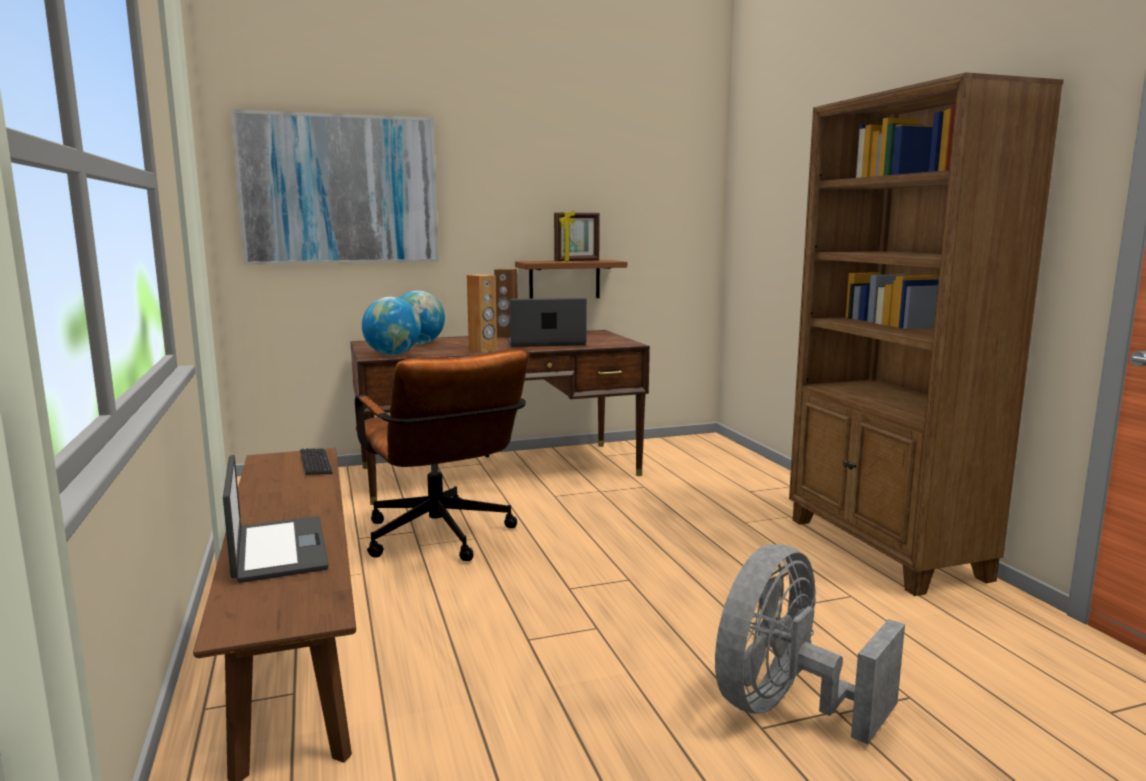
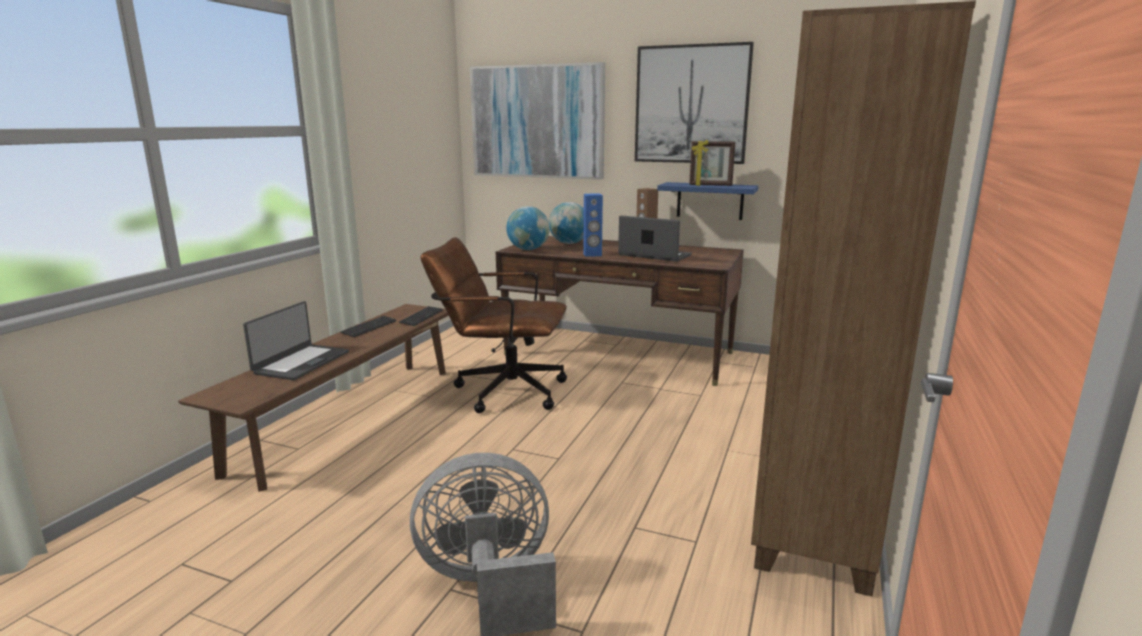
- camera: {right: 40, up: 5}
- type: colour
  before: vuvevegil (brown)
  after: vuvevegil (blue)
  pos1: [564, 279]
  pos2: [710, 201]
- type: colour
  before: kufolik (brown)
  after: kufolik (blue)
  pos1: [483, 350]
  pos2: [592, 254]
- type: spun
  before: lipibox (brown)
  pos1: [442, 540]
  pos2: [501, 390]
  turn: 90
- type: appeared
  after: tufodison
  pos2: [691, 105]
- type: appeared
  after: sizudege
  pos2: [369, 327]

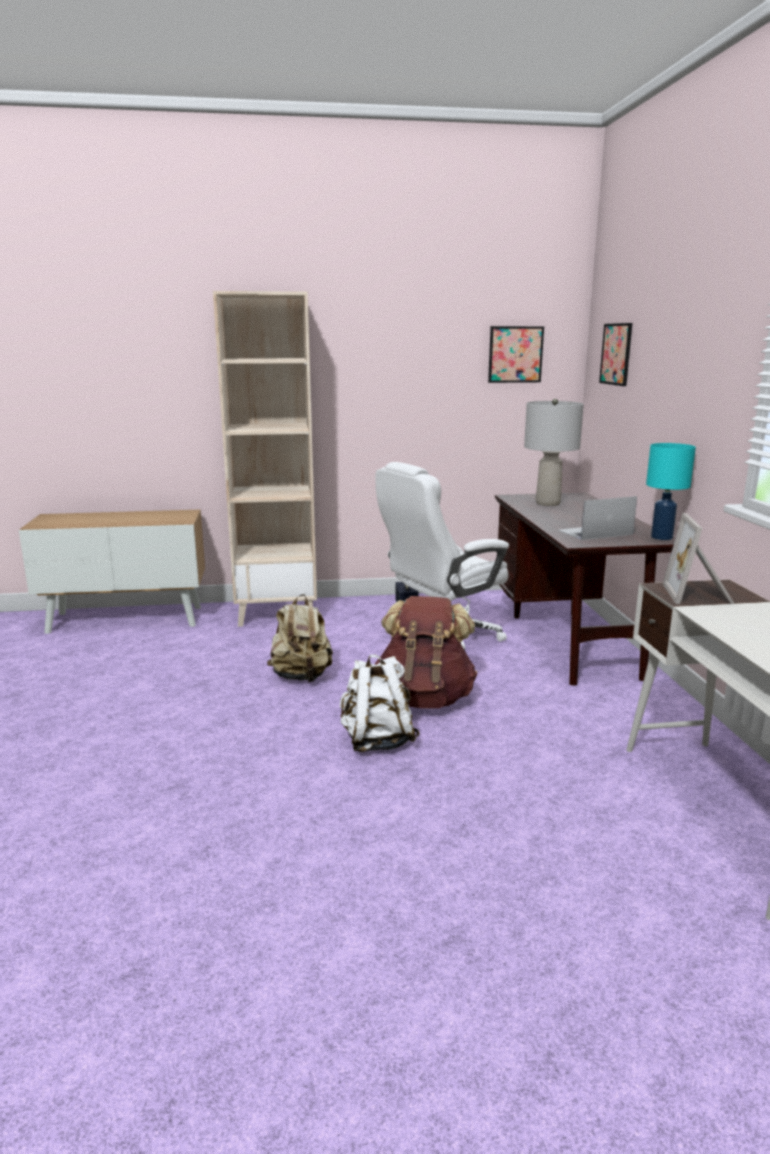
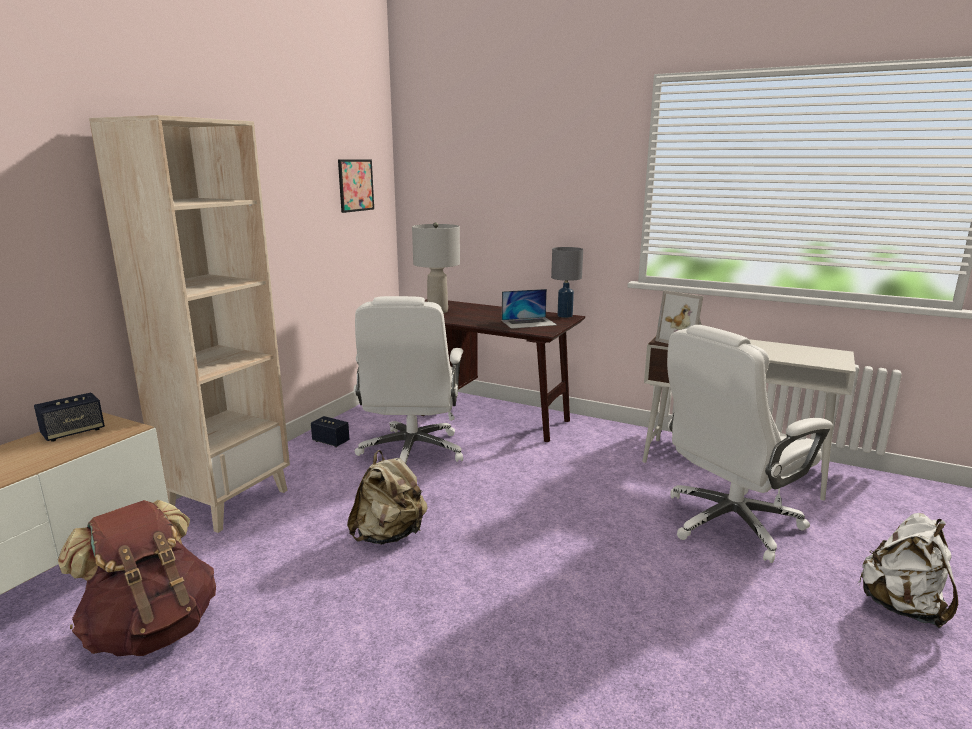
- camera: {right: -55, up: 0}
- type: missing
  before: tufodison
  pos1: [616, 354]
- type: colour
  before: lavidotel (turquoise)
  after: lavidotel (grey)
  pos1: [661, 537]
  pos2: [565, 316]
- type: spun
  before: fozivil
  pos1: [594, 532]
  pos2: [529, 322]
  turn: -120
- type: relocated
  before: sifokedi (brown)
  pos1: [424, 698]
  pos2: [152, 629]
- type: relocated
  before: sifokedi (white)
  pos1: [377, 741]
  pos2: [902, 607]
- type: appeared
  after: lipibox (white)
  pos2: [729, 523]
- type: appeared
  after: kufolik
  pos2: [73, 432]

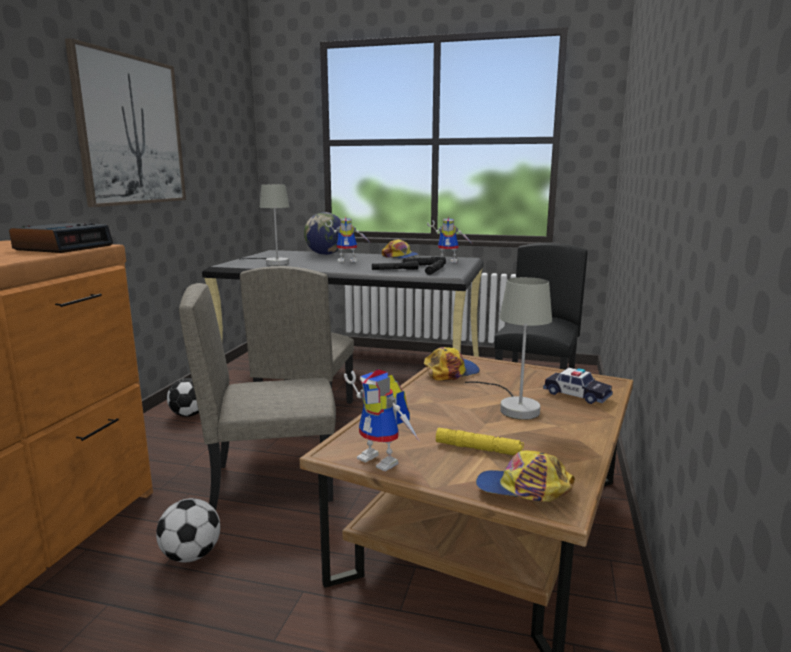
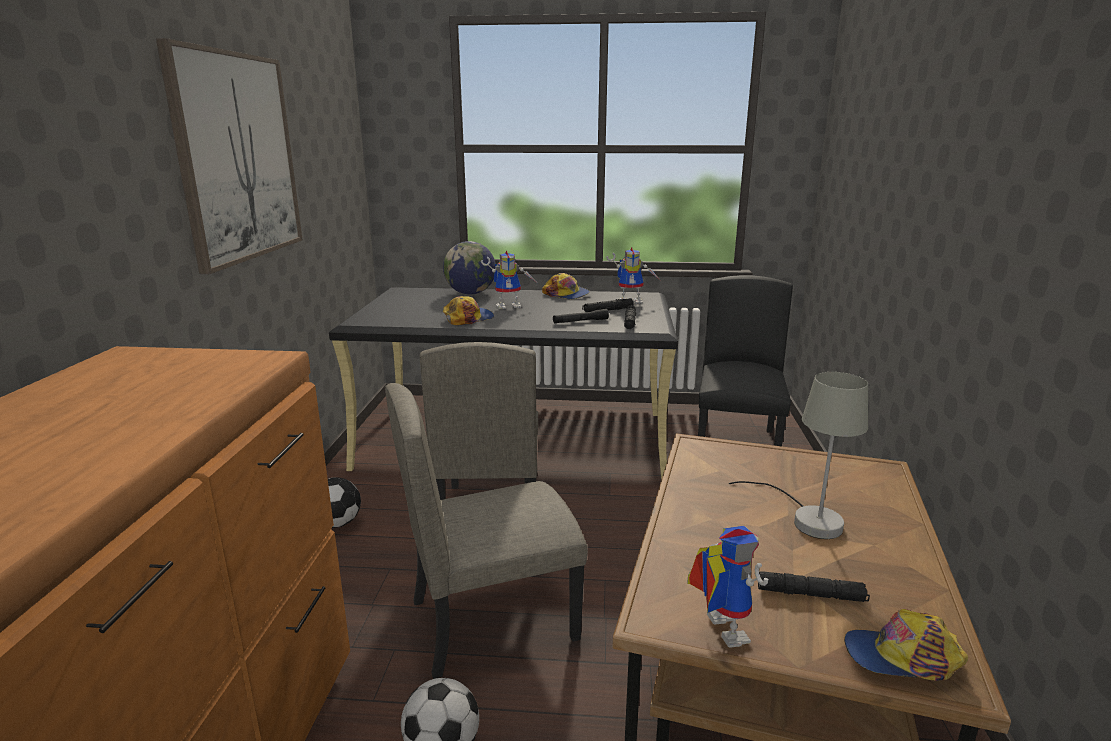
- camera: {right: -10, up: 5}
- type: missing
  before: lavidotel (grey)
  pos1: [273, 263]
- type: missing
  before: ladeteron
  pos1: [64, 247]
- type: relocated
  before: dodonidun
  pos1: [451, 372]
  pos2: [468, 318]
- type: missing
  before: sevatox
  pos1: [577, 394]
- type: spun
  before: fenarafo
  pos1: [384, 460]
  pos2: [717, 627]
  turn: -135
- type: colour
  before: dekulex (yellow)
  after: dekulex (black)
  pos1: [478, 449]
  pos2: [811, 594]

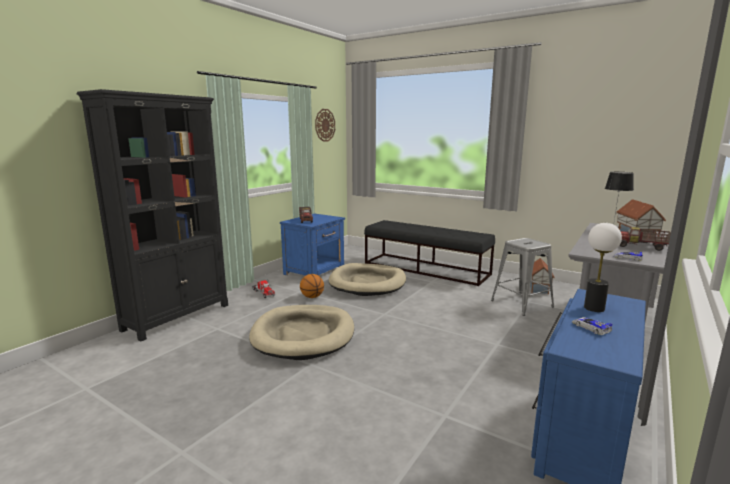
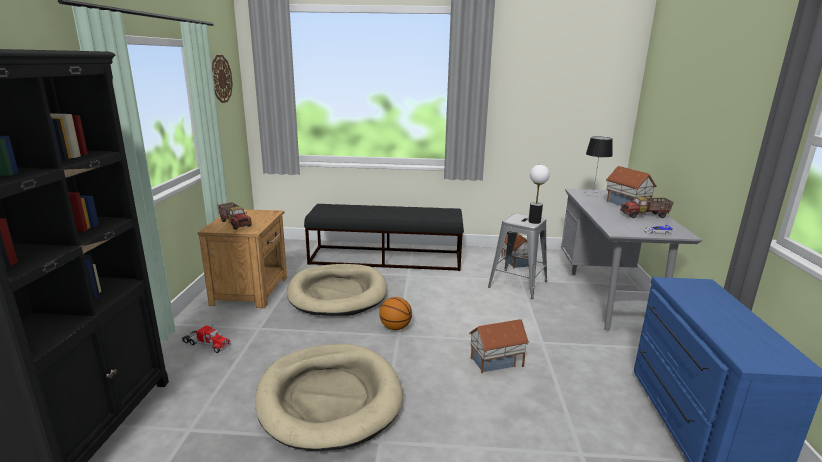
- camera: {right: -30, up: 5}
- type: colour
  before: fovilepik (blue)
  after: fovilepik (brown)
  pos1: [315, 271]
  pos2: [251, 290]
- type: relocated
  before: lavidotel
  pos1: [594, 308]
  pos2: [534, 221]
- type: relocated
  before: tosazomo
  pos1: [312, 297]
  pos2: [395, 327]
- type: missing
  before: sevatox
  pos1: [590, 328]
- type: appeared
  after: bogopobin
  pos2: [497, 363]

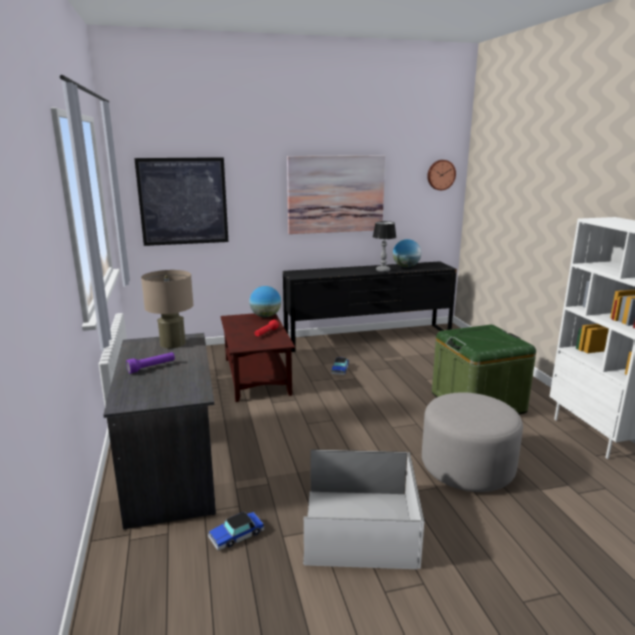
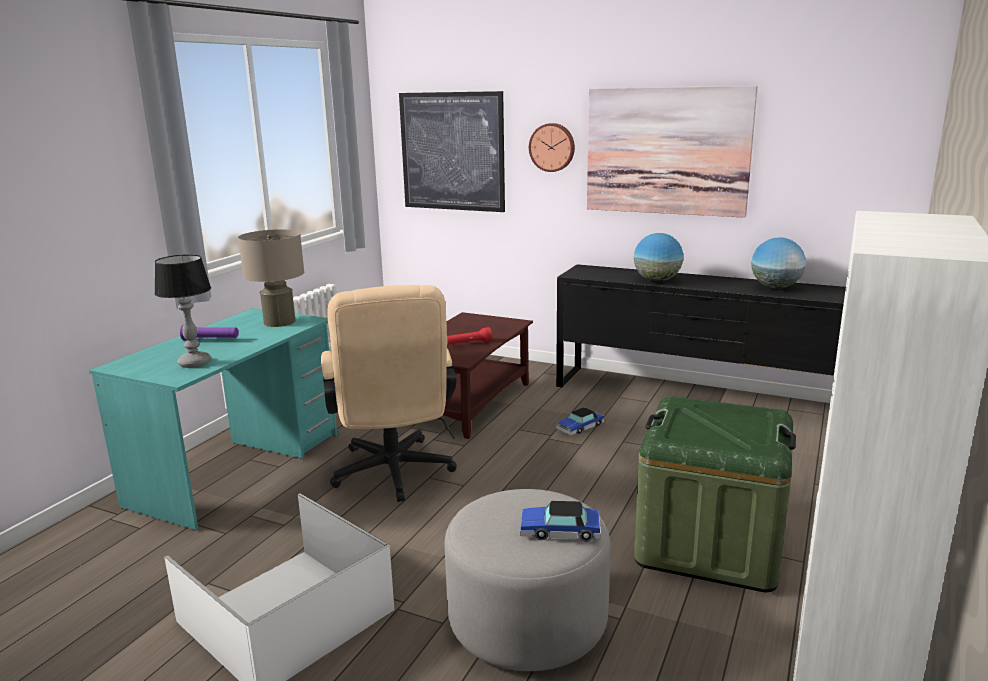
- camera: {right: 40, up: 0}
- type: relocated
  before: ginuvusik
  pos1: [440, 175]
  pos2: [552, 147]
- type: relocated
  before: lavidotel
  pos1: [383, 270]
  pos2: [194, 363]
- type: relocated
  before: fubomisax
  pos1: [265, 316]
  pos2: [657, 281]
- type: colour
  before: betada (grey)
  after: betada (turquoise)
  pos1: [171, 467]
  pos2: [238, 468]
- type: relocated
  before: sevatox
  pos1: [236, 535]
  pos2: [560, 531]
- type: appeared
  after: lipibox (beige)
  pos2: [393, 476]

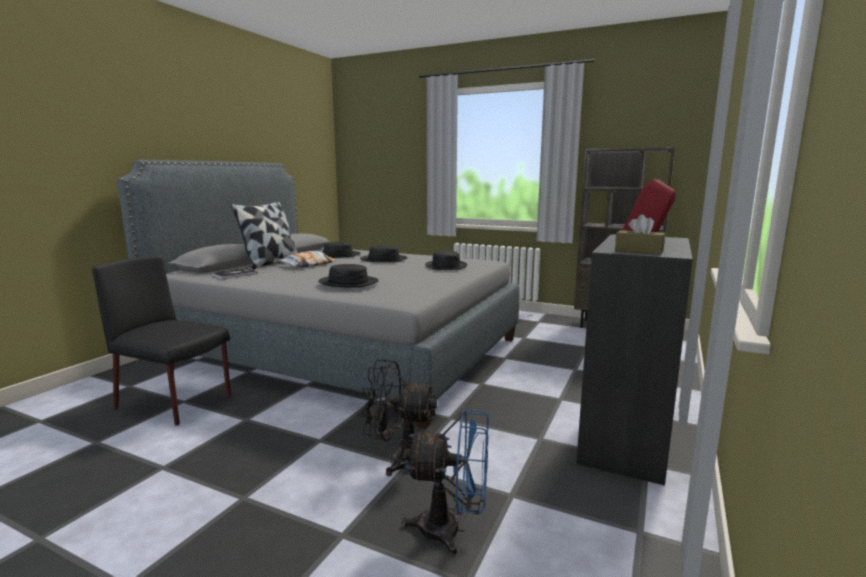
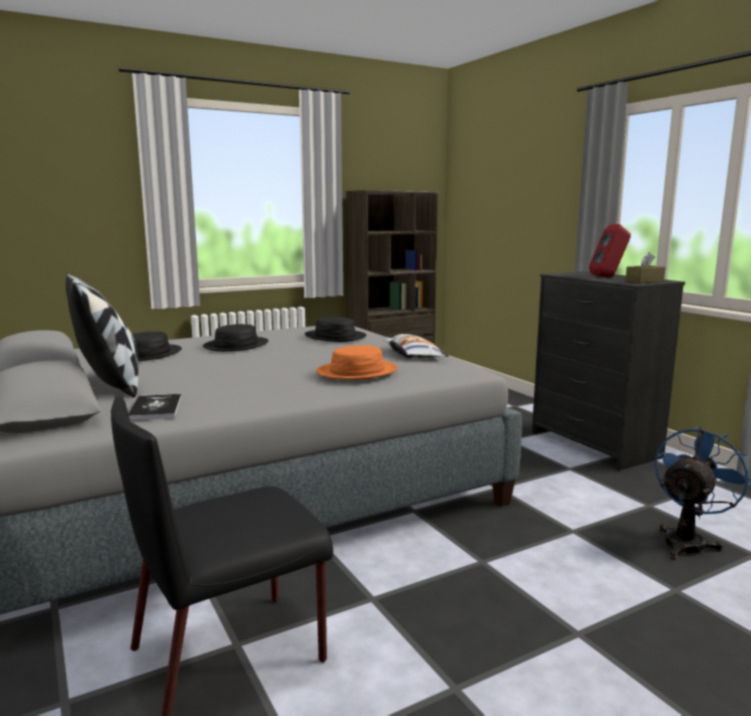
- camera: {right: -55, up: 0}
- type: relocated
  before: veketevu
  pos1: [308, 265]
  pos2: [413, 354]
- type: colour
  before: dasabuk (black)
  after: dasabuk (orange)
  pos1: [348, 282]
  pos2: [357, 372]
- type: missing
  before: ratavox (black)
  pos1: [399, 460]

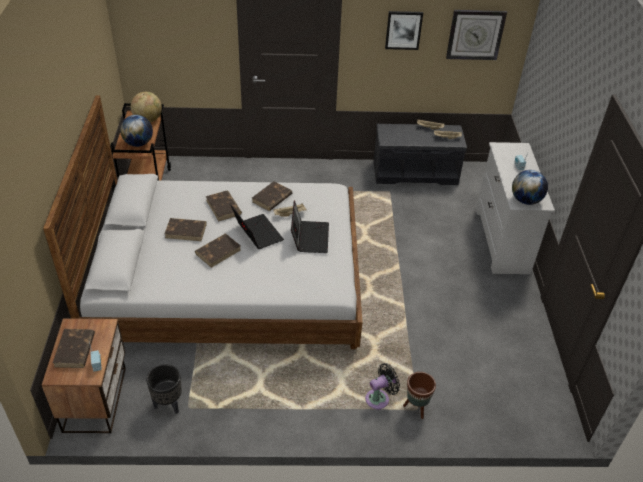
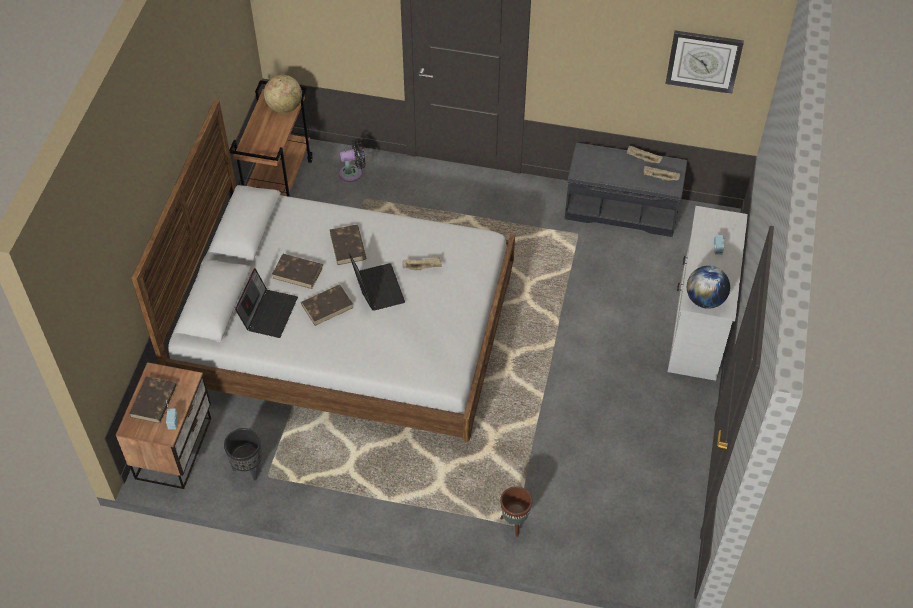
- camera: {right: 15, up: 10}
- type: missing
  before: tufodison
  pos1: [403, 30]
- type: missing
  before: fubomisax
  pos1: [138, 143]
- type: missing
  before: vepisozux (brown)
  pos1: [271, 198]
- type: relocated
  before: fozivil
  pos1: [309, 237]
  pos2: [268, 312]
- type: relocated
  before: ratavox (black)
  pos1: [379, 398]
  pos2: [353, 173]

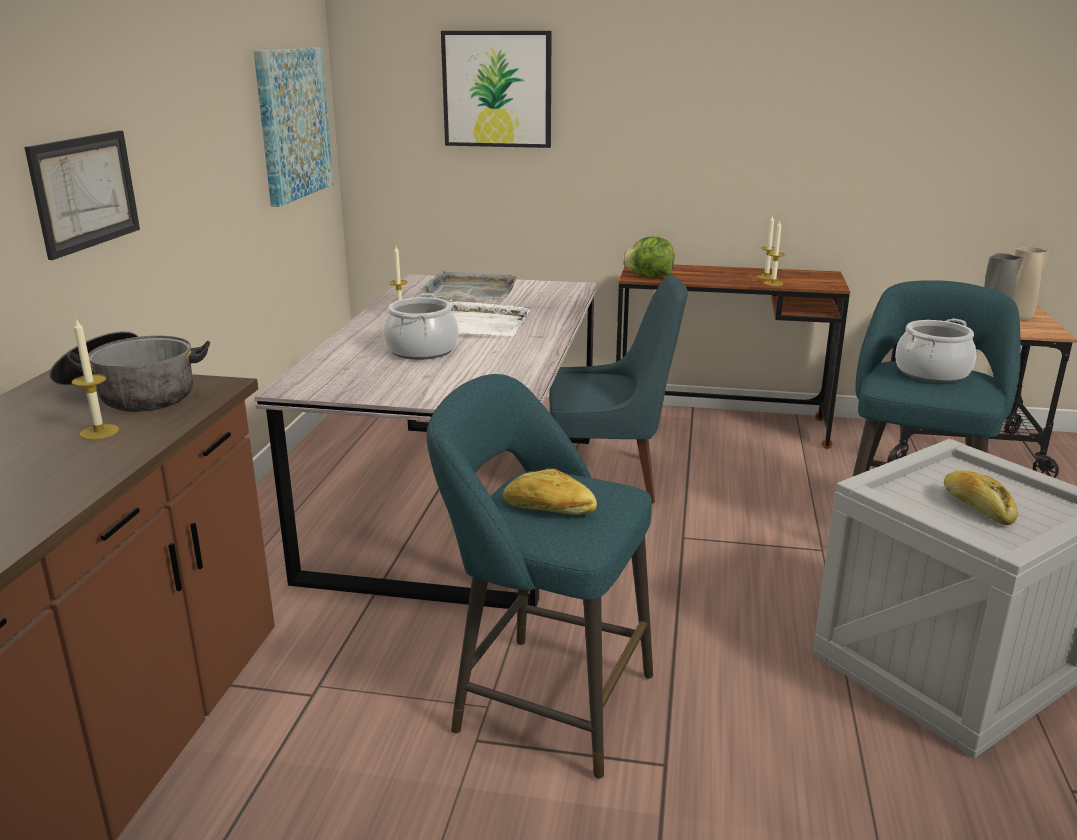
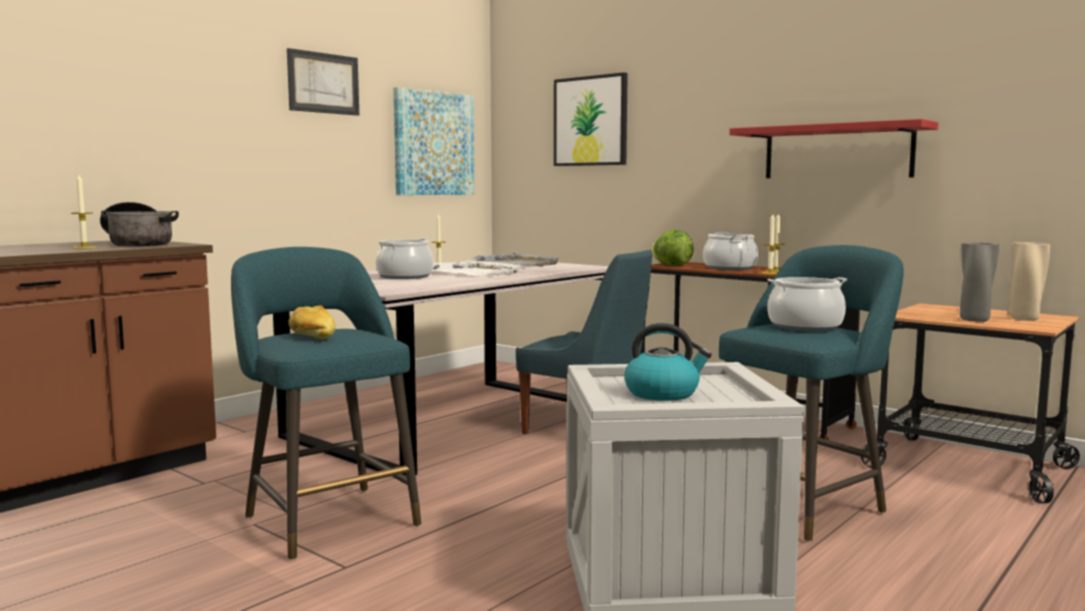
- camera: {right: 30, up: -15}
- type: relocated
  before: tufodison
  pos1: [85, 192]
  pos2: [323, 83]
- type: exchanged
  before: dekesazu
  after: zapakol
  pos1: [977, 507]
  pos2: [663, 393]
- type: appeared
  after: vuvevegil (red)
  pos2: [837, 152]
- type: appeared
  after: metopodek
  pos2: [729, 268]

